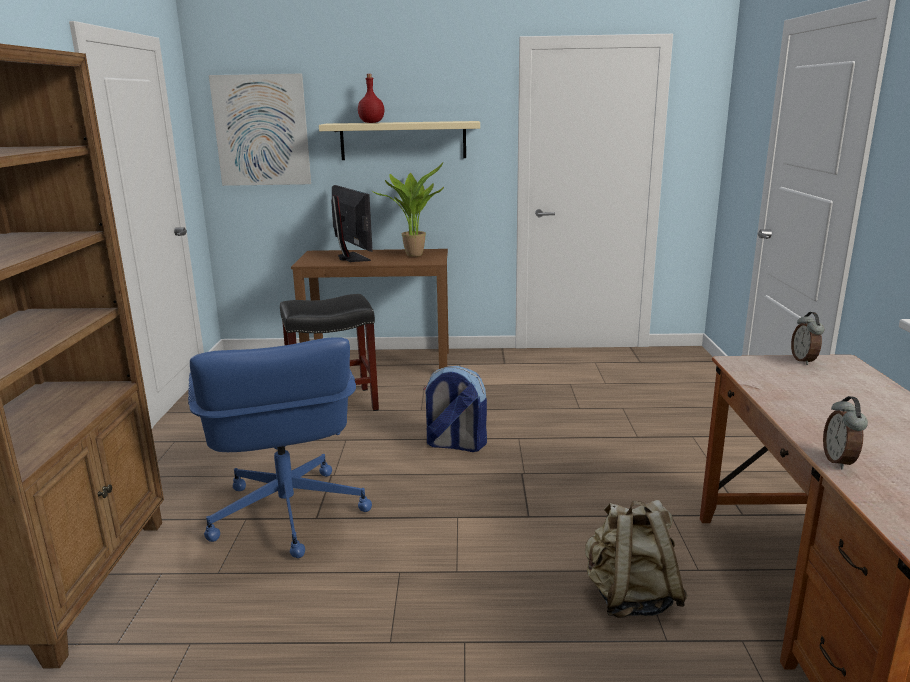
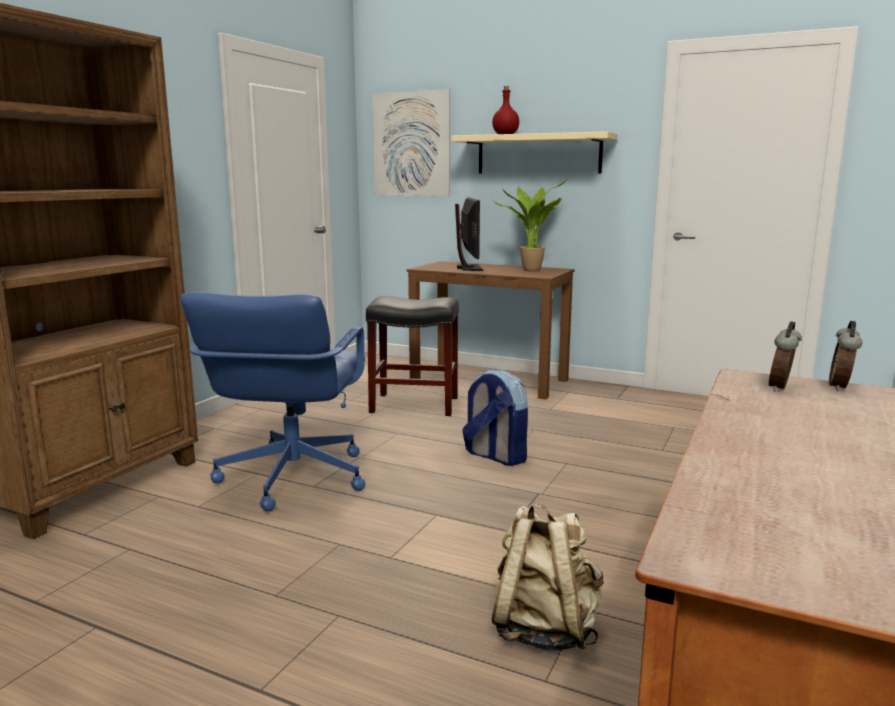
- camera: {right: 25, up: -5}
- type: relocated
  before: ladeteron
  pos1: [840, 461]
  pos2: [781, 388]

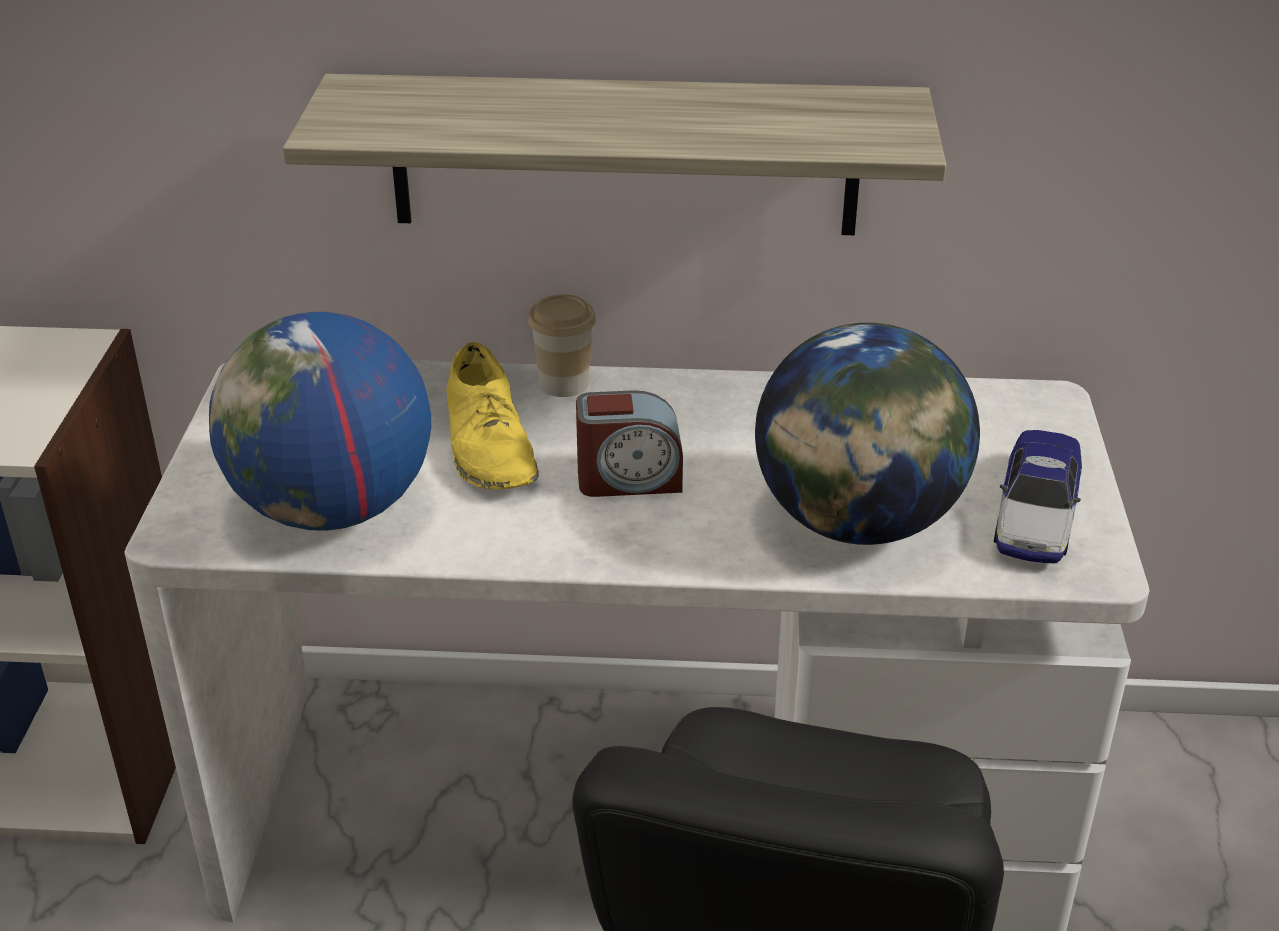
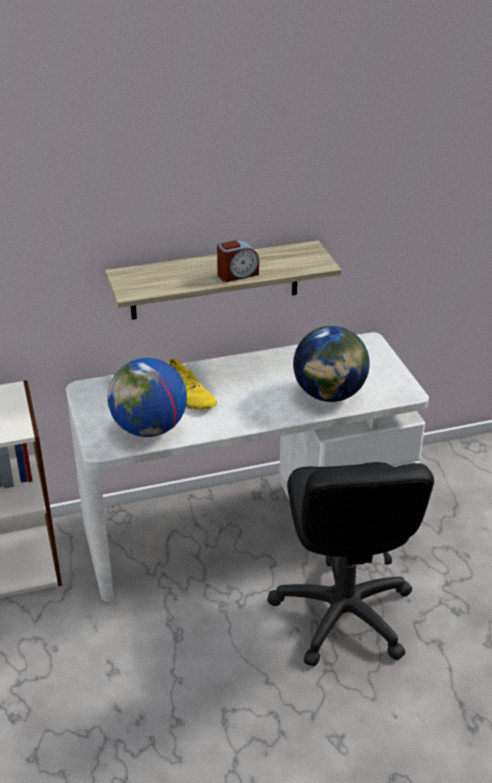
- camera: {right: -20, up: 0}
- type: missing
  before: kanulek
  pos1: [564, 383]
- type: relocated
  before: ladeteron
  pos1: [629, 479]
  pos2: [237, 274]
- type: missing
  before: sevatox
  pos1: [1036, 511]

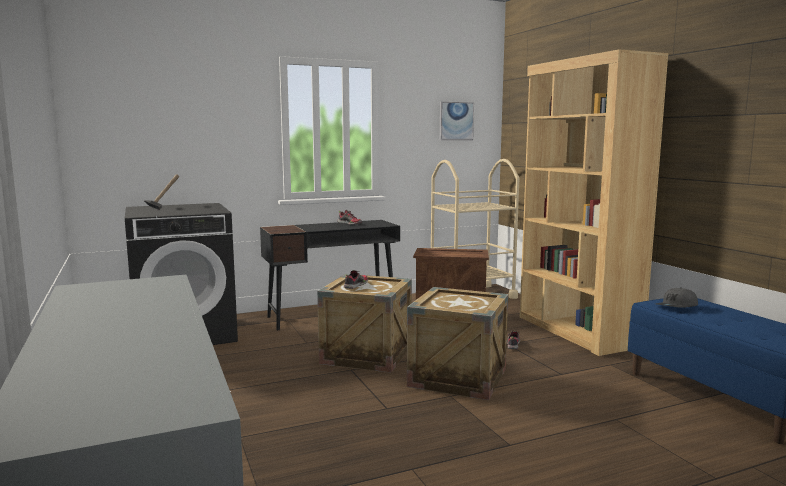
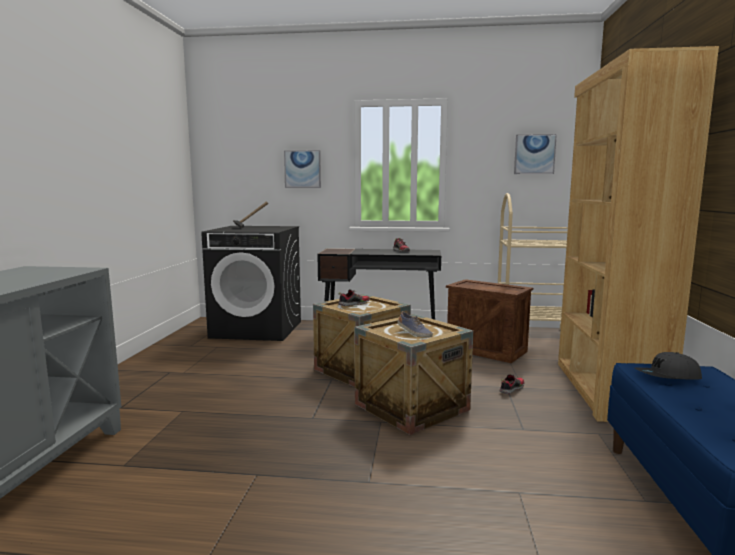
- camera: {right: 30, up: 0}
- type: appeared
  after: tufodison
  pos2: [302, 169]
- type: appeared
  after: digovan
  pos2: [414, 333]

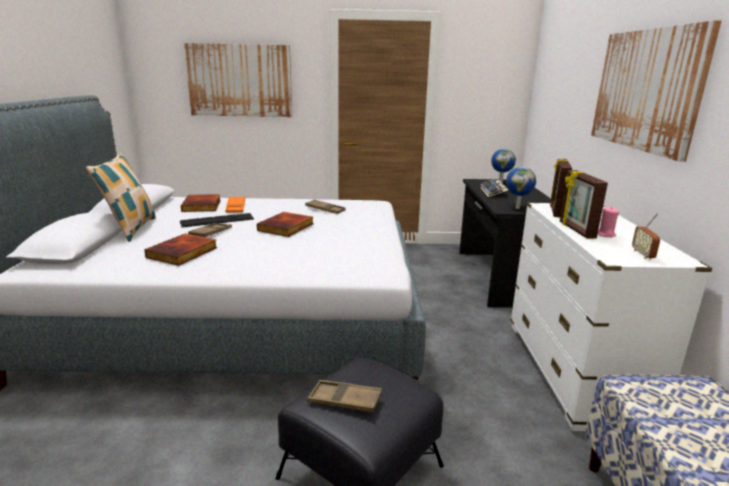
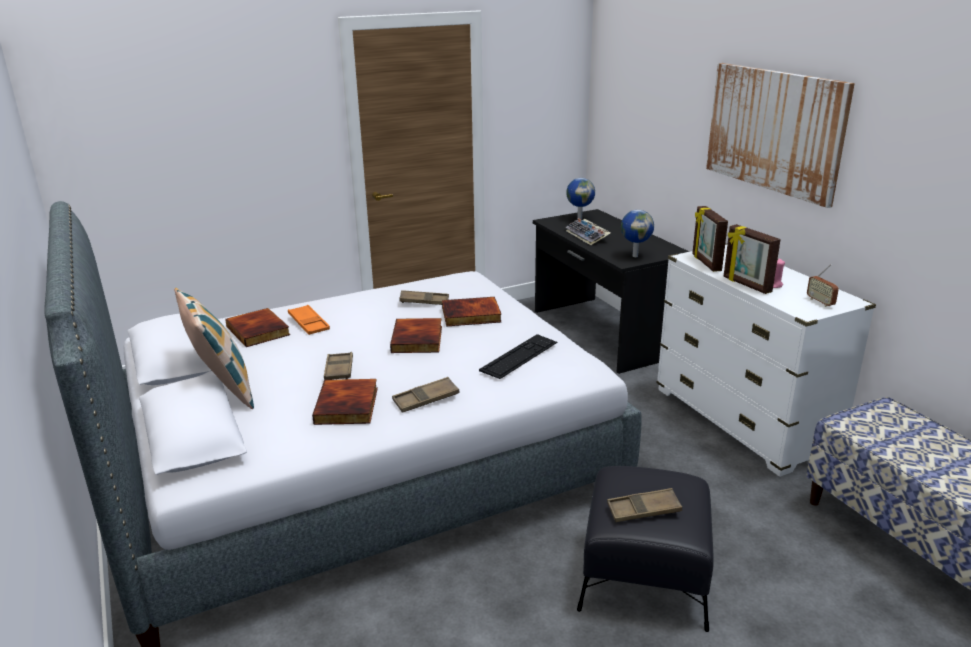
- camera: {right: -25, up: 5}
- type: missing
  before: tufodison
  pos1: [240, 81]
- type: relocated
  before: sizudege
  pos1: [217, 220]
  pos2: [519, 356]
- type: appeared
  after: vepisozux
  pos2: [471, 315]
- type: appeared
  after: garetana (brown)
  pos2: [426, 399]

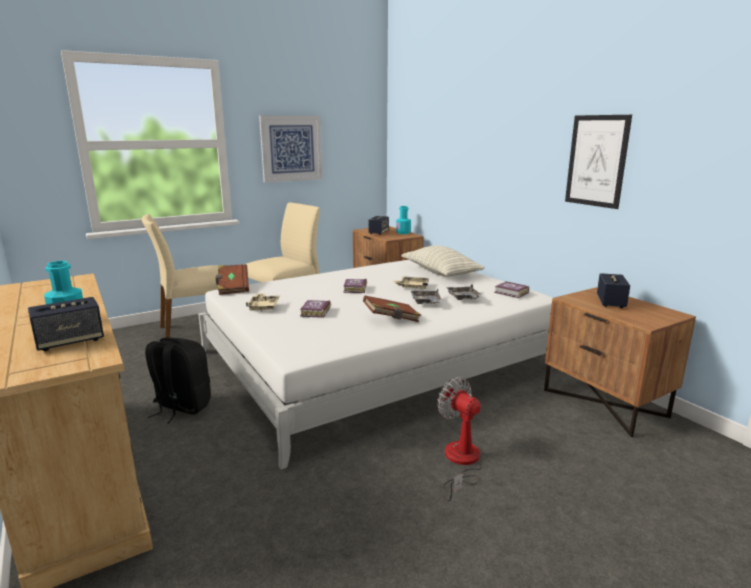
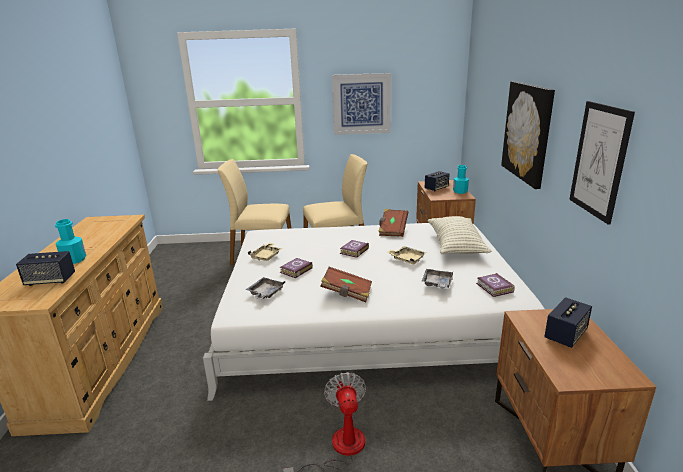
- camera: {right: 30, up: 5}
- type: relocated
  before: vepisozux (brown)
  pos1: [232, 288]
  pos2: [392, 230]
- type: relocated
  before: garetana (grey)
  pos1: [426, 302]
  pos2: [265, 293]
- type: missing
  before: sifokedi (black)
  pos1: [181, 407]
- type: appeared
  after: tufodison
  pos2: [527, 132]

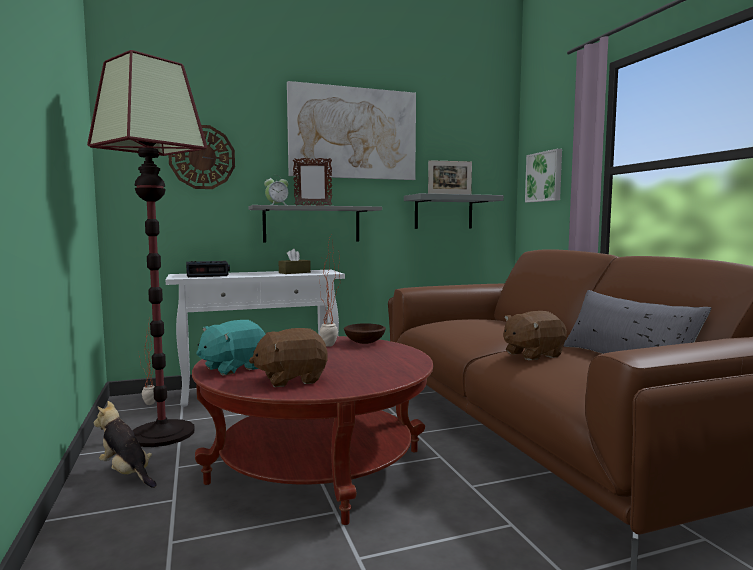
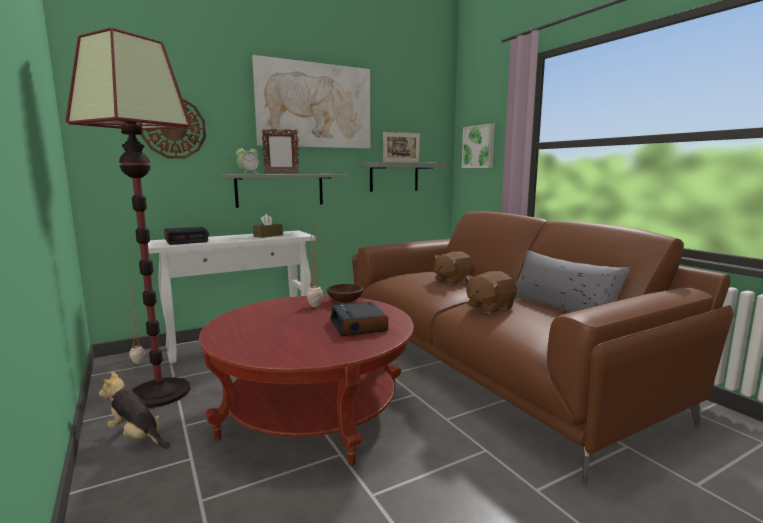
- camera: {right: -10, up: 5}
- type: missing
  before: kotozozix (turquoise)
  pos1: [233, 368]
- type: relocated
  before: kotozozix (brown)
  pos1: [291, 379]
  pos2: [452, 281]
- type: appeared
  after: ladeteron
  pos2: [359, 326]

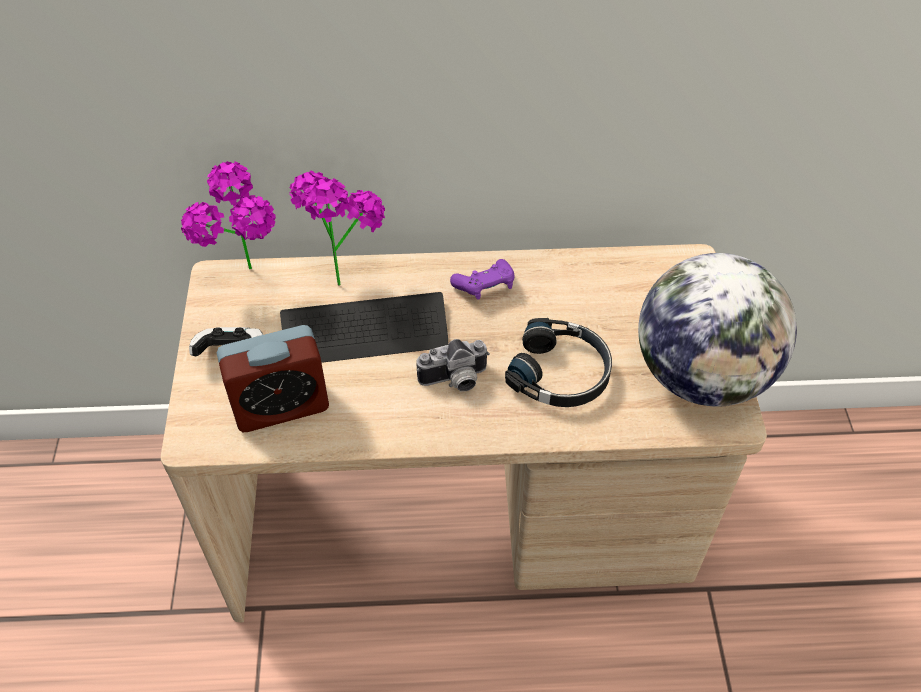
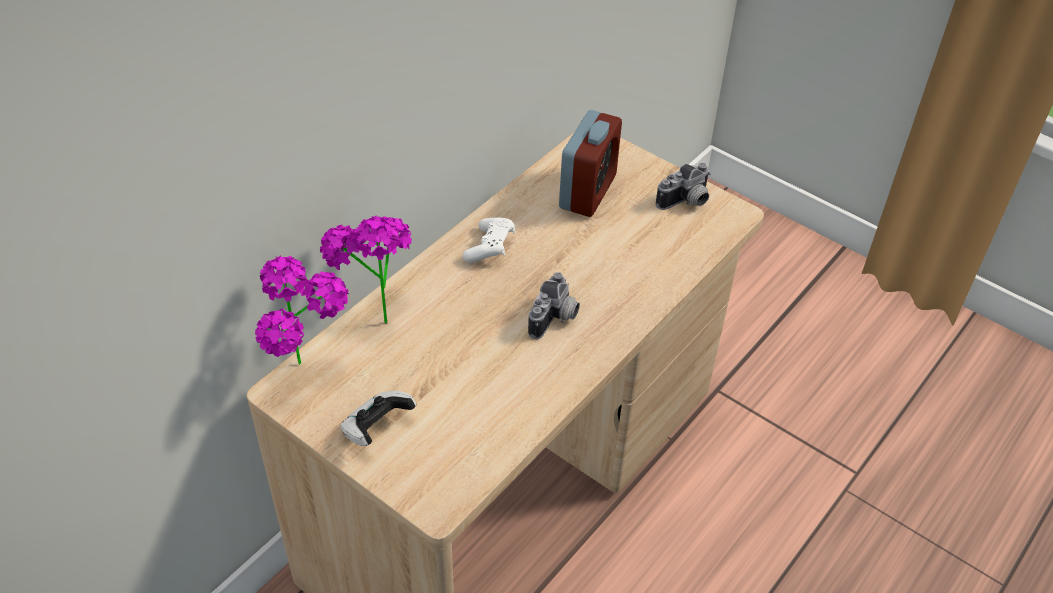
- camera: {right: -50, up: -5}
- type: exchanged
  before: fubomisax
  after: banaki
  pos1: [701, 375]
  pos2: [686, 202]
- type: colour
  before: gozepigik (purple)
  after: gozepigik (white)
  pos1: [485, 287]
  pos2: [490, 248]
- type: missing
  before: sizudege
  pos1: [365, 331]
- type: missing
  before: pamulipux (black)
  pos1: [561, 373]
- type: relocated
  before: ladeteron
  pos1: [281, 406]
  pos2: [587, 192]

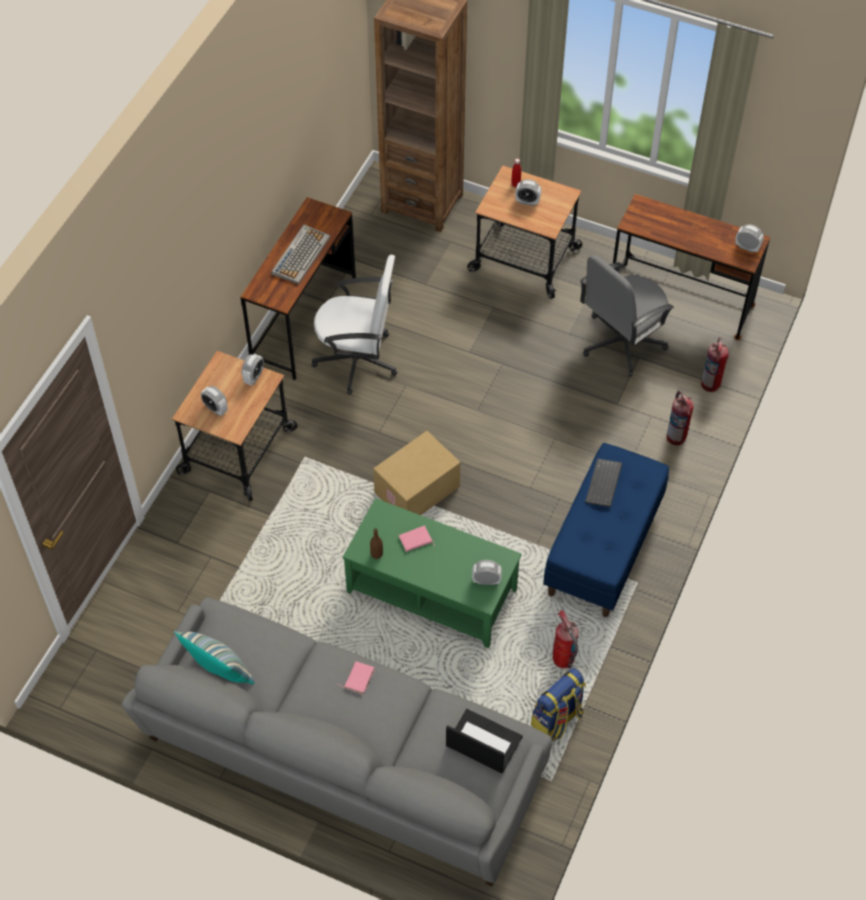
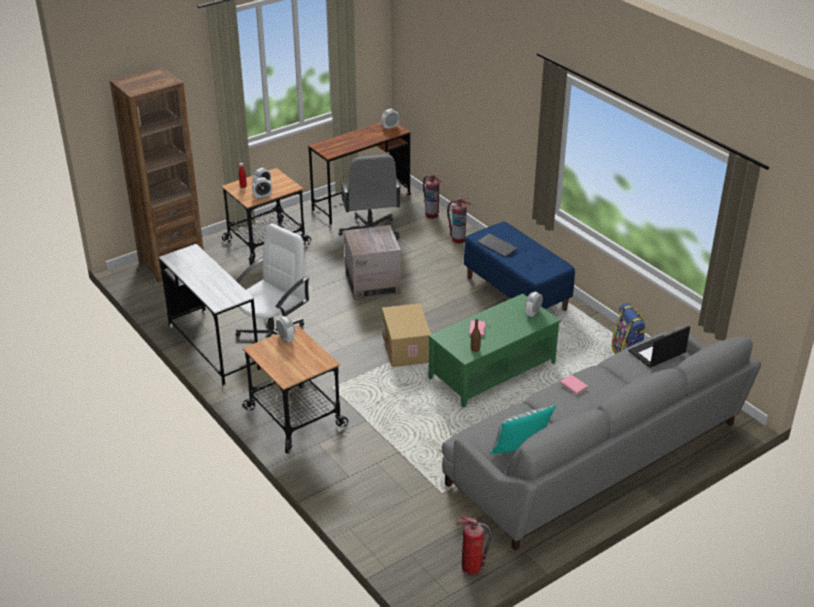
- camera: {right: -60, up: -20}
- type: colour
  before: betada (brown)
  after: betada (white)
  pos1: [304, 321]
  pos2: [213, 347]
- type: missing
  before: sizudege
  pos1: [300, 255]
- type: relocated
  before: ladeteron
  pos1: [215, 409]
  pos2: [262, 197]
- type: relocated
  before: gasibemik
  pos1: [563, 660]
  pos2: [471, 568]
- type: appeared
  after: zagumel
  pos2: [372, 284]

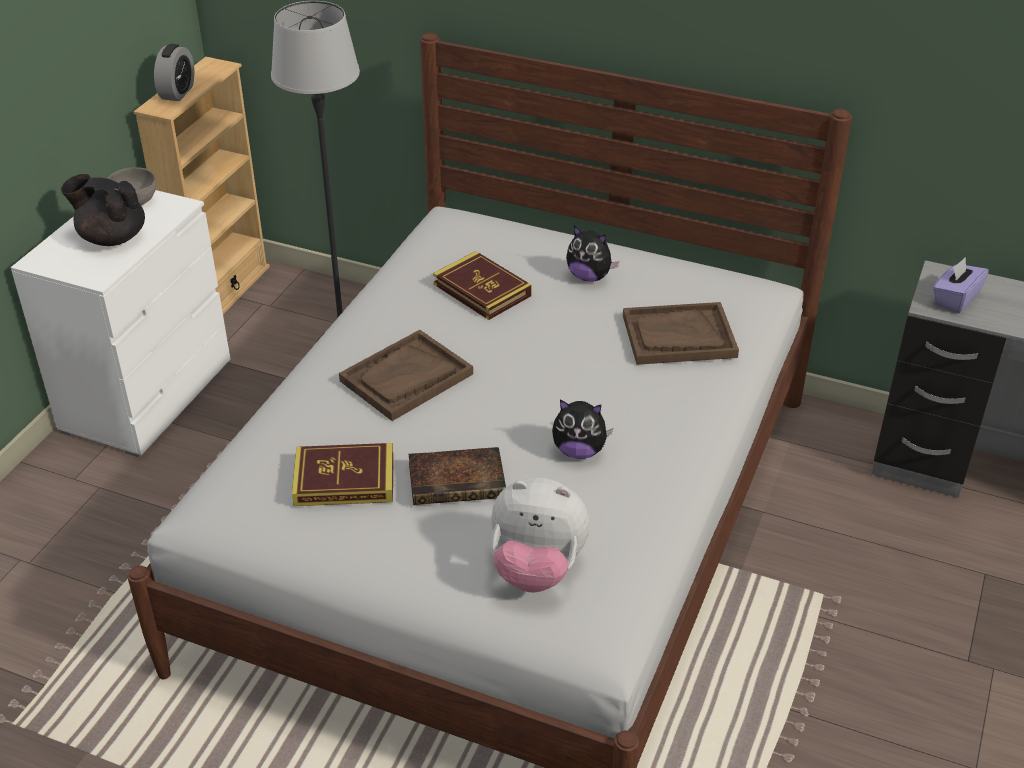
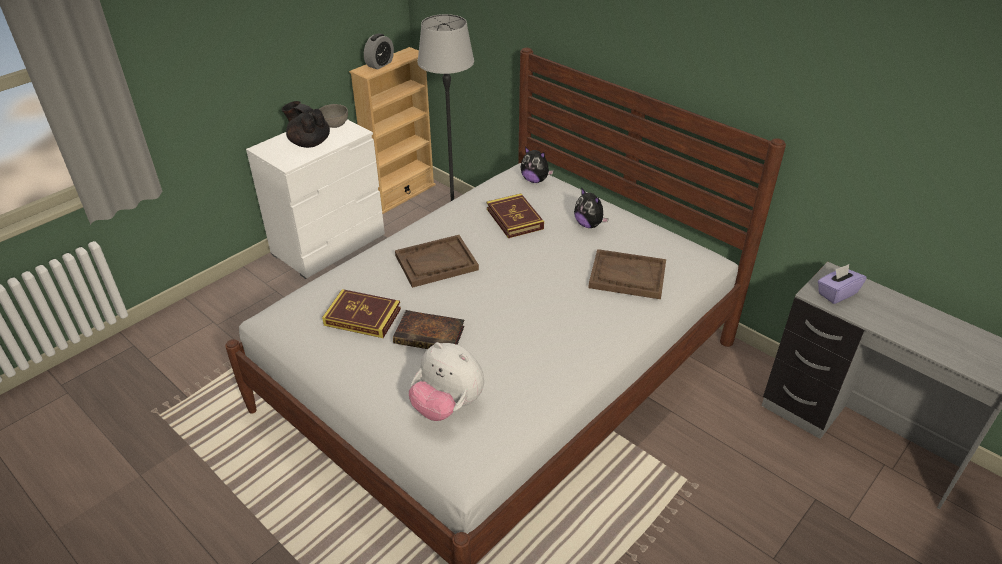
- camera: {right: 20, up: 0}
- type: relocated
  before: kotozozix
  pos1: [579, 451]
  pos2: [535, 180]

